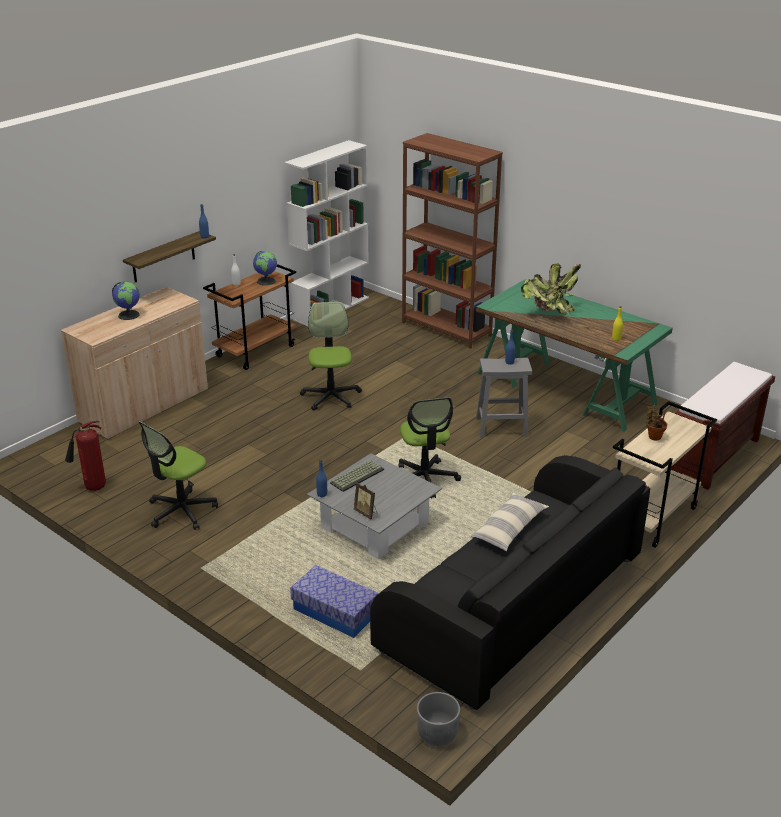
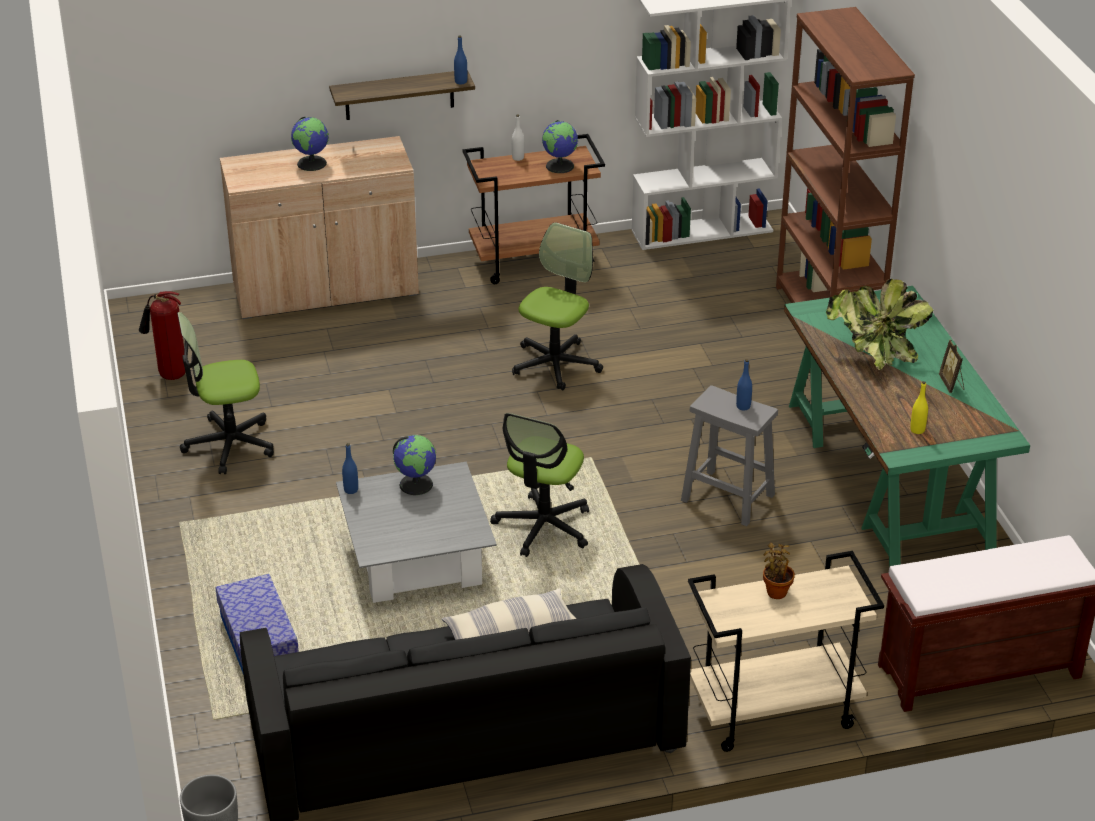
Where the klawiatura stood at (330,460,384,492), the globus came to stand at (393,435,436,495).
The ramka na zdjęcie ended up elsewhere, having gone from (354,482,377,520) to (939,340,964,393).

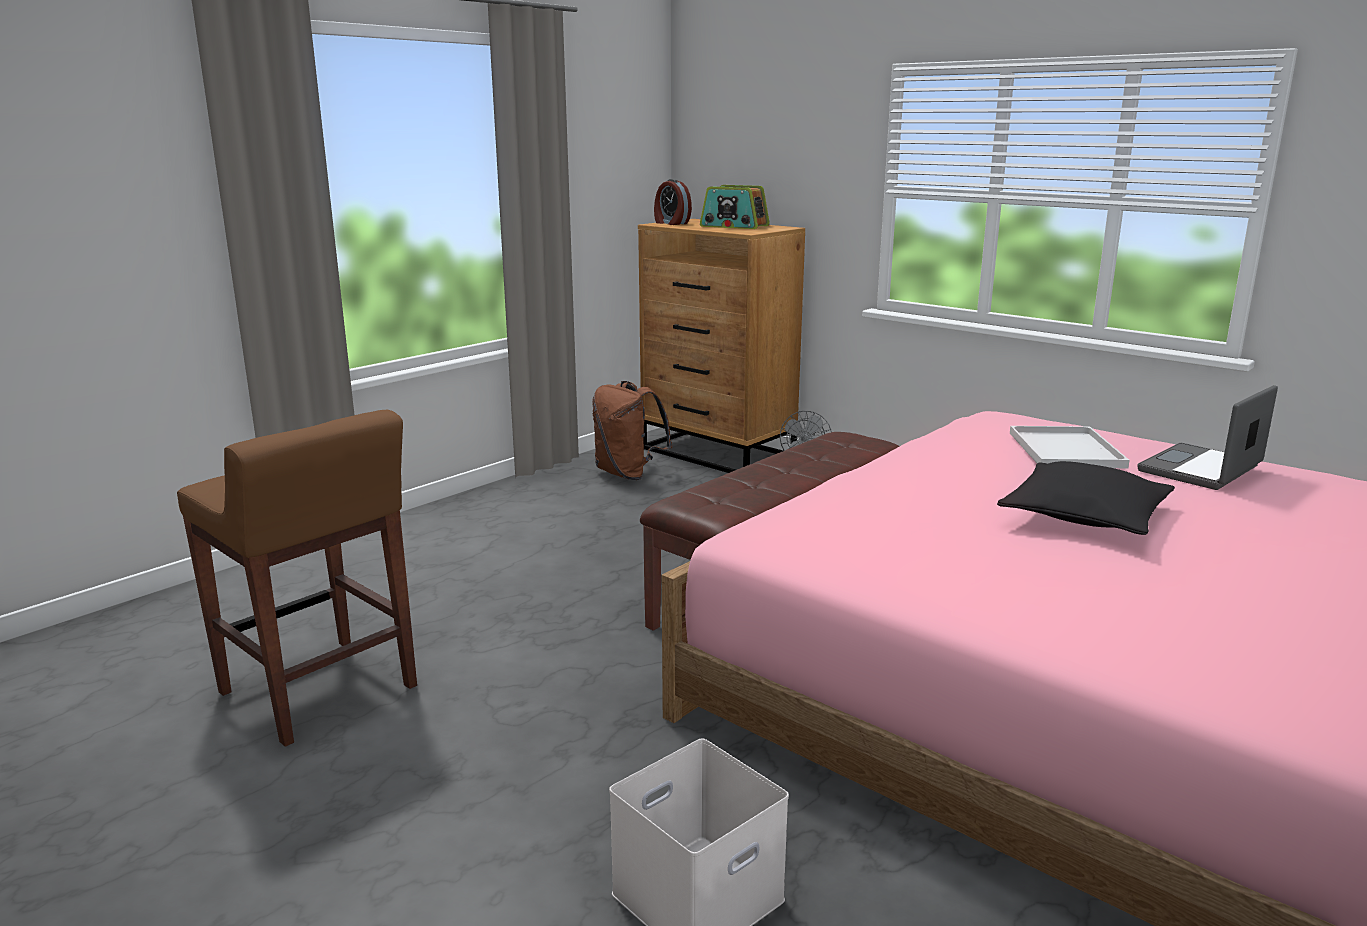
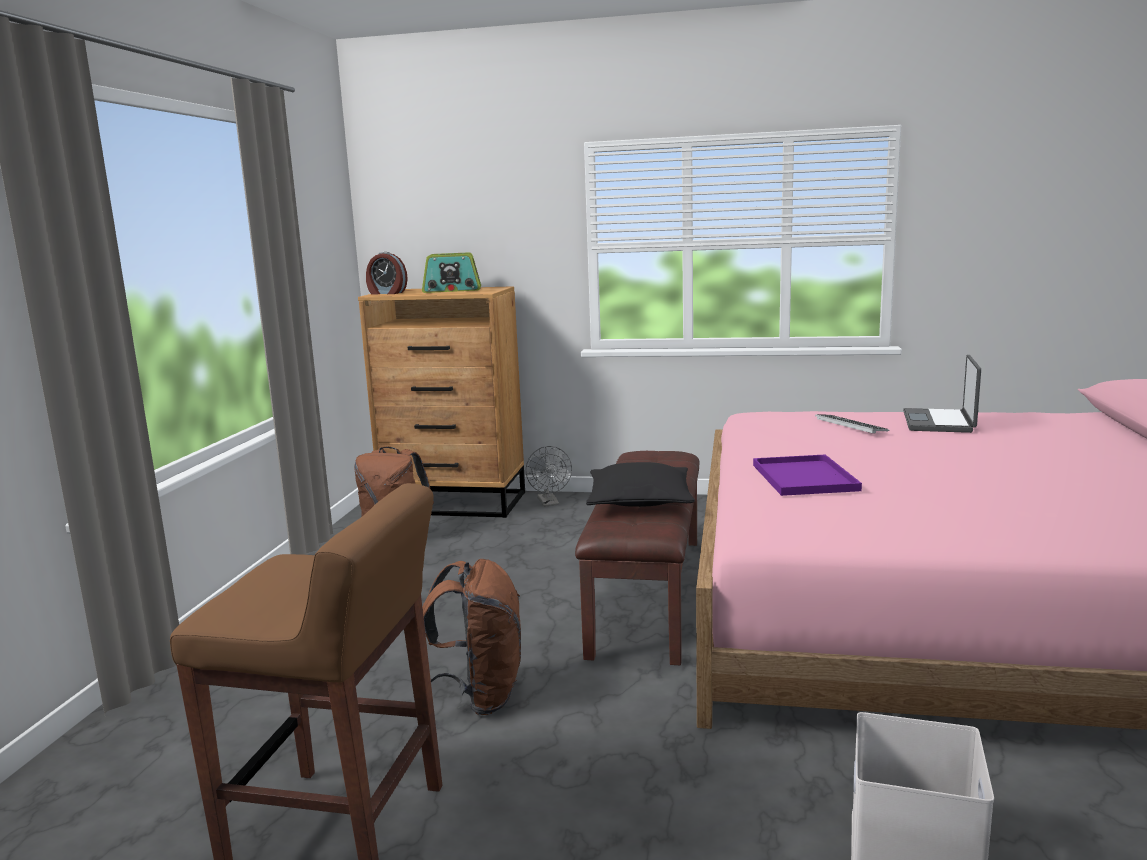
The second view gained the plecak [brązowy] at (422,559,521,715).
The poduszka [czarny] ended up elsewhere, having gone from (997,461,1175,535) to (586,462,695,507).
The second view gained the taca [fioletowy] at (753,455,862,496).
Where the taca [biały] stood at (1010,426,1130,468), the klawiatura came to stand at (815,414,889,433).

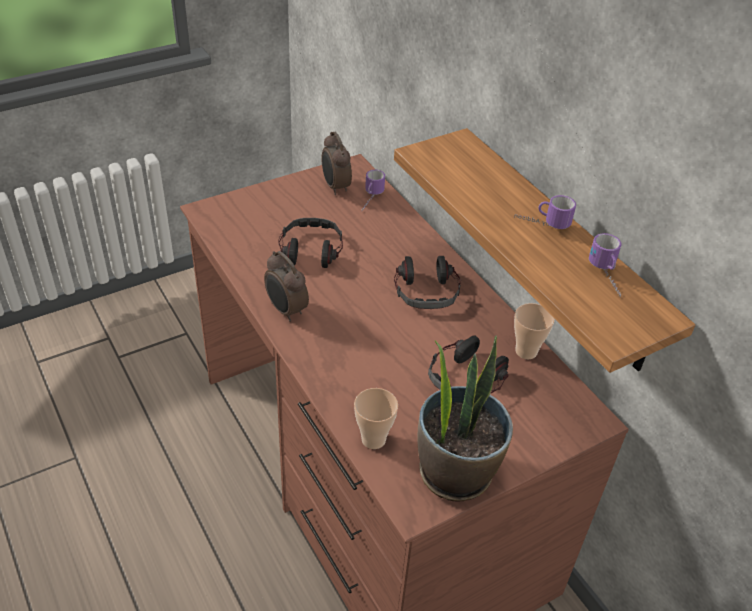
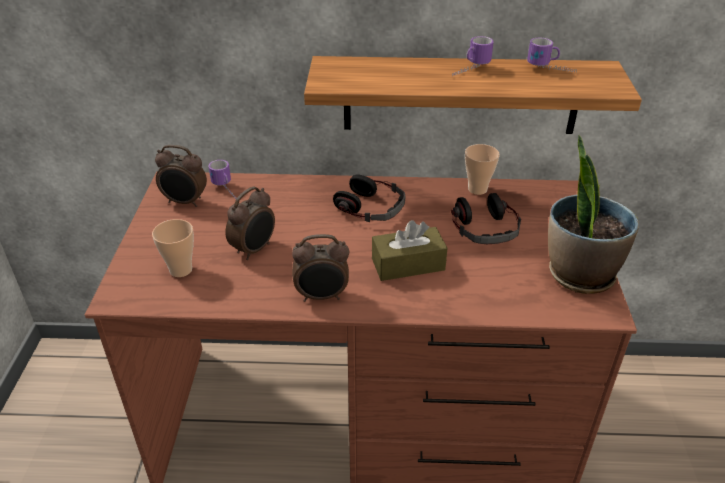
The filiżanka ended up elsewhere, having gone from (354,388,398,449) to (152,219,194,277).
Where the słuchawki stood at (278,218,343,268), the budzik came to stand at (225,186,275,260).
The second view gained the pudełko chusteczek [brązowy] at (372,220,448,281).

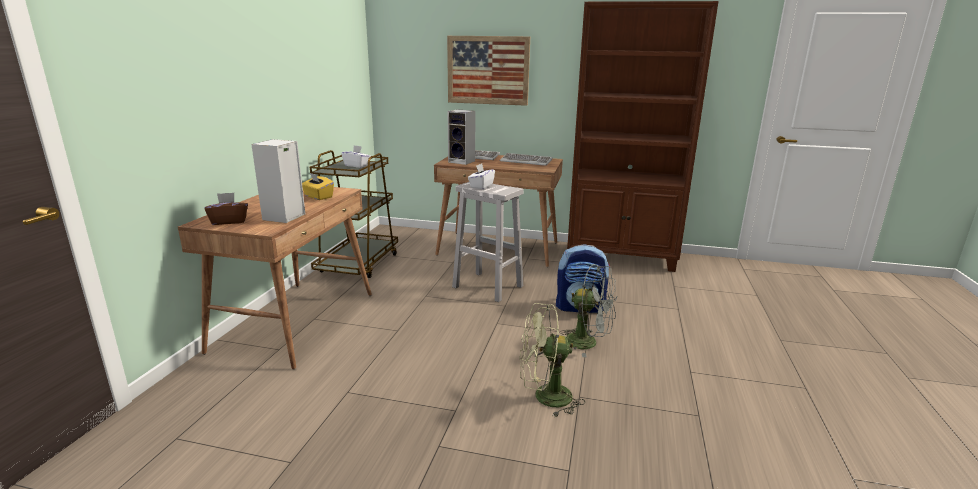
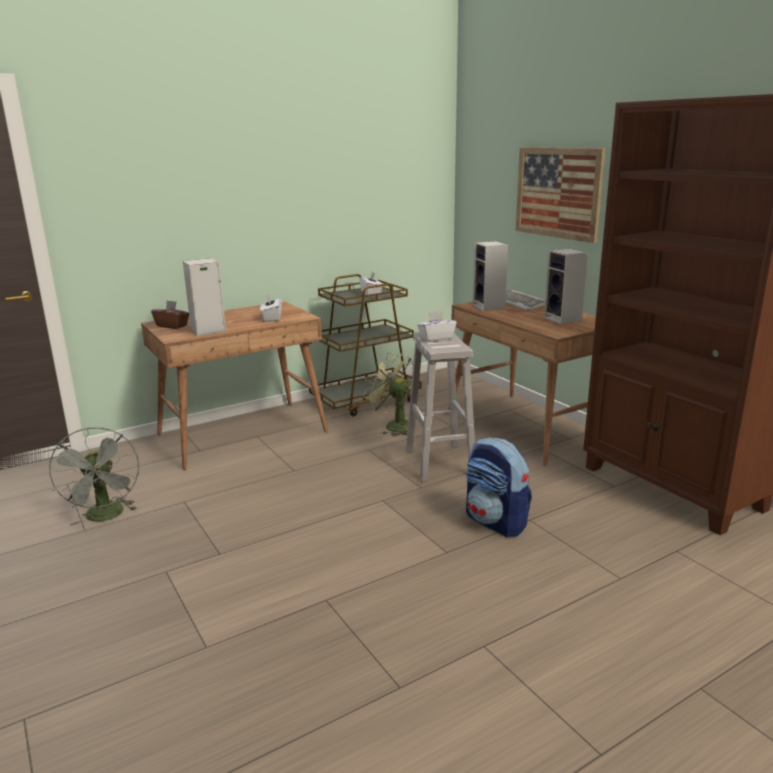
The wentylator [szary] ended up elsewhere, having gone from (559,264,617,357) to (48,427,139,526).
What was the pudełko chusteczek [żółty] at (302,173,334,200) turned into the pudełko chusteczek [biały] at (260,294,282,322).
The wentylator [zielony] ended up elsewhere, having gone from (520,303,585,417) to (363,352,413,437).
Where the klawiatura stood at (500,153,553,166), the głośnik came to stand at (544,249,588,324).

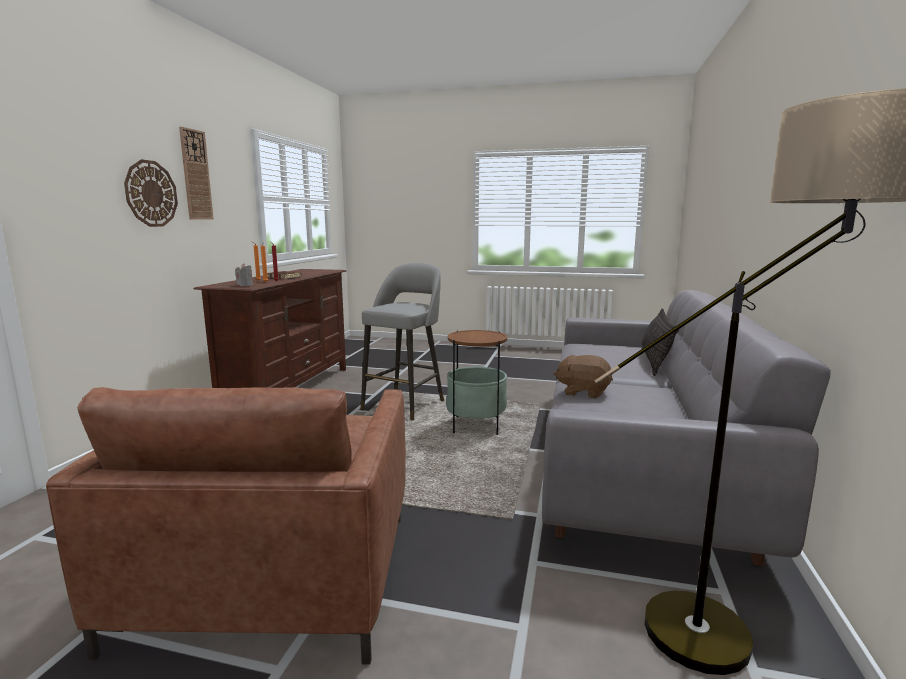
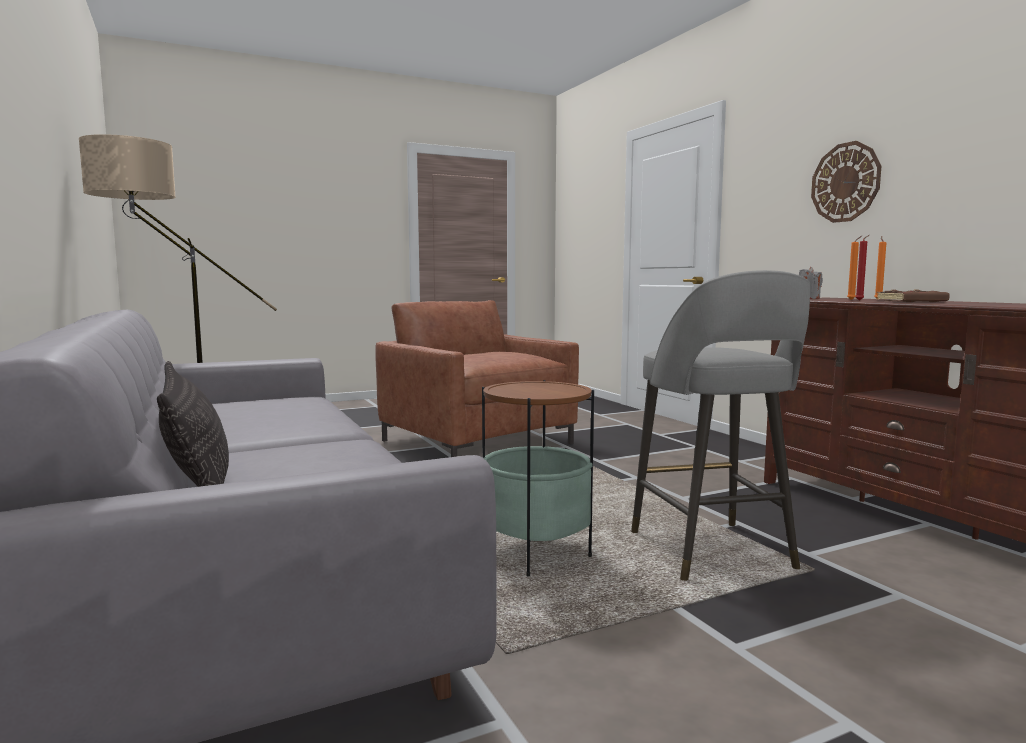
The second view lost the zegar ścienny at (179,127,214,220).
The second view lost the pluszak [brązowy] at (554,355,613,399).

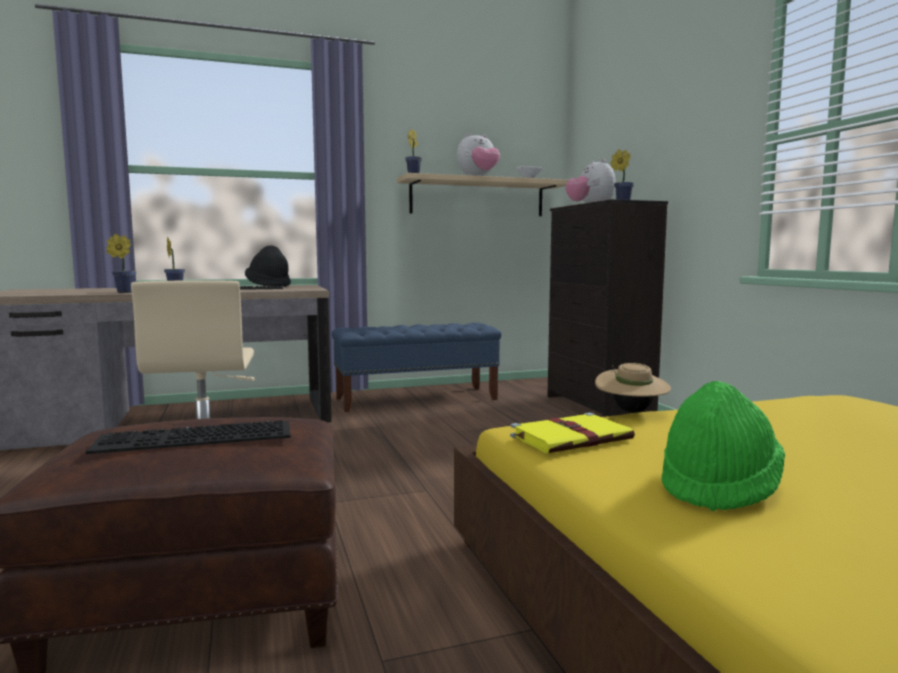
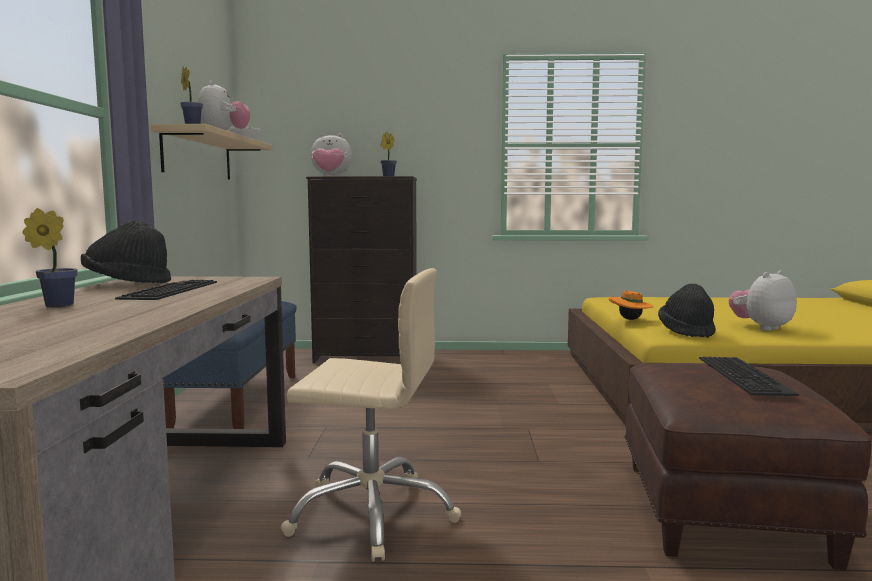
What was the kapelusz [beżowy] at (595,363,671,413) turned into the kapelusz [pomarańczowy] at (609,291,654,320).
Where the książka [żółty] stood at (510,413,635,453), the kapelusz [czarny] came to stand at (658,284,716,338).
Where the kapelusz [zielony] stood at (662,381,785,511), the pluszak came to stand at (729,271,797,331).
The second view lost the roślina doniczkowa at (106,234,136,293).

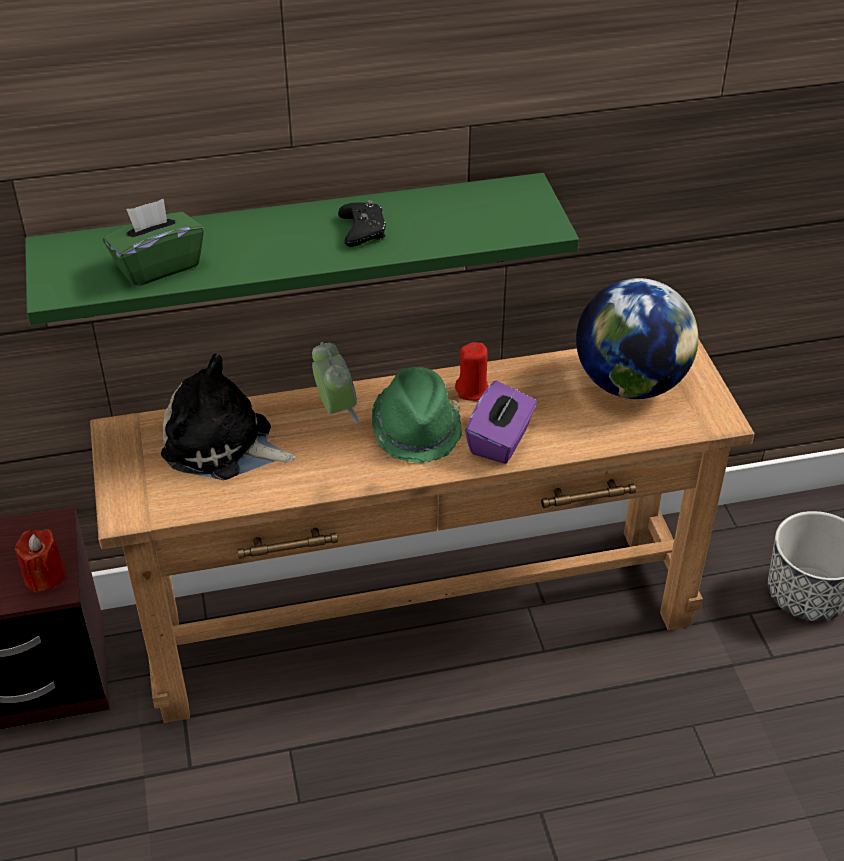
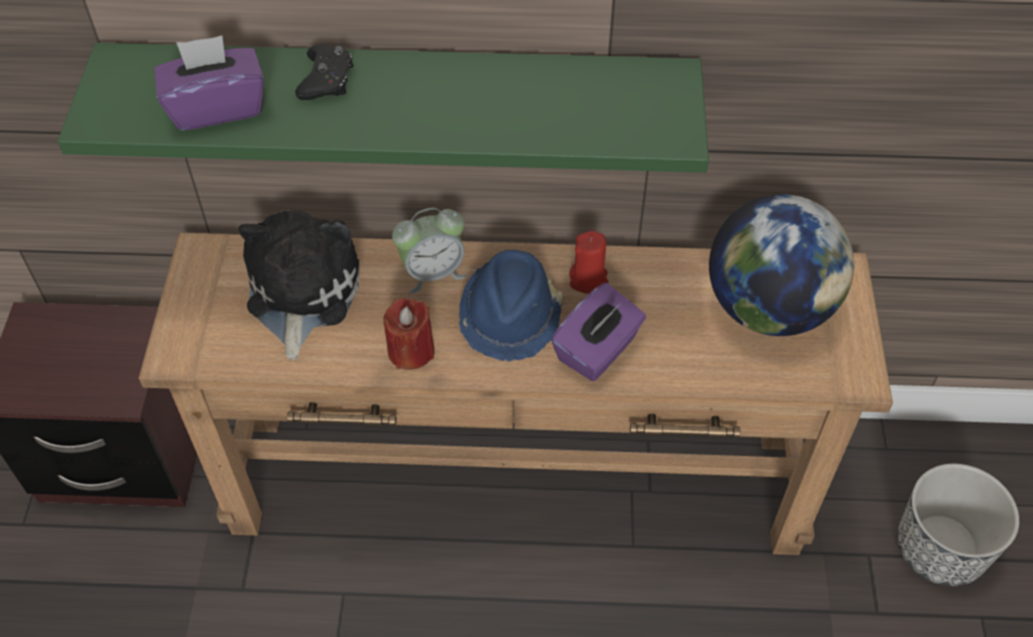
What was the pudełko chusteczek [zielony] at (103,199,204,287) turned into the pudełko chusteczek [fioletowy] at (154,35,264,130).
The pluszak at (161,354,296,480) ended up facing another way, 60 degrees clockwise from before.
The pad do gier [czarny] ended up elsewhere, having gone from (338,200,386,247) to (295,44,353,100).
The świeca [czerwony] ended up elsewhere, having gone from (15,529,66,593) to (383,298,435,370).
The budzik at (312,342,359,423) ended up facing another way, 75 degrees clockwise from before.
What was the kapelusz [zielony] at (372,367,462,463) turned into the kapelusz [niebieski] at (459,250,563,361).

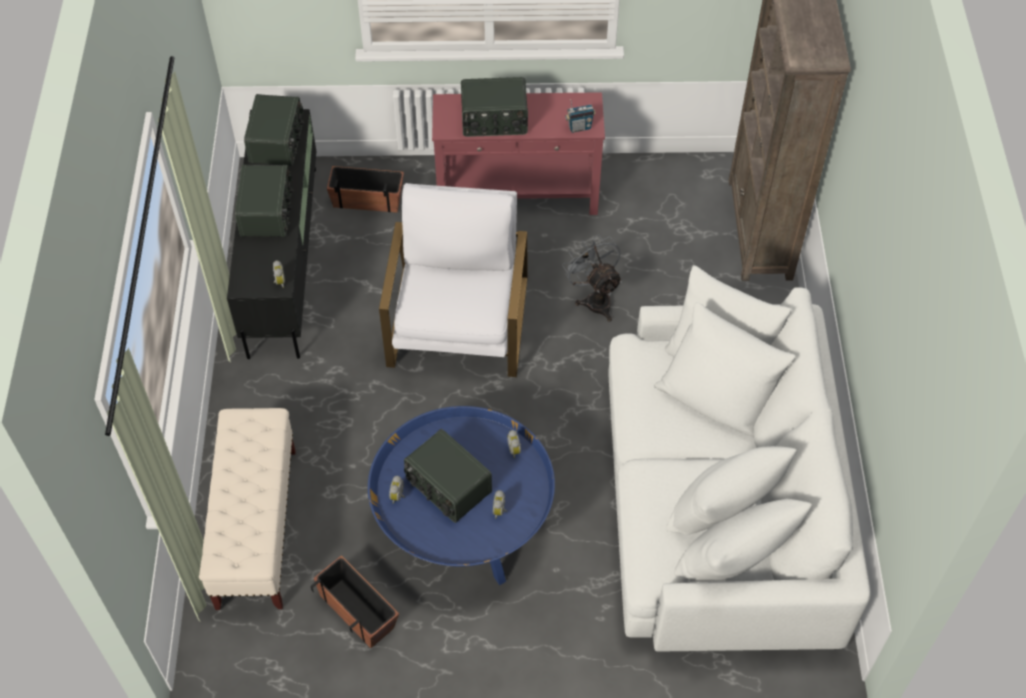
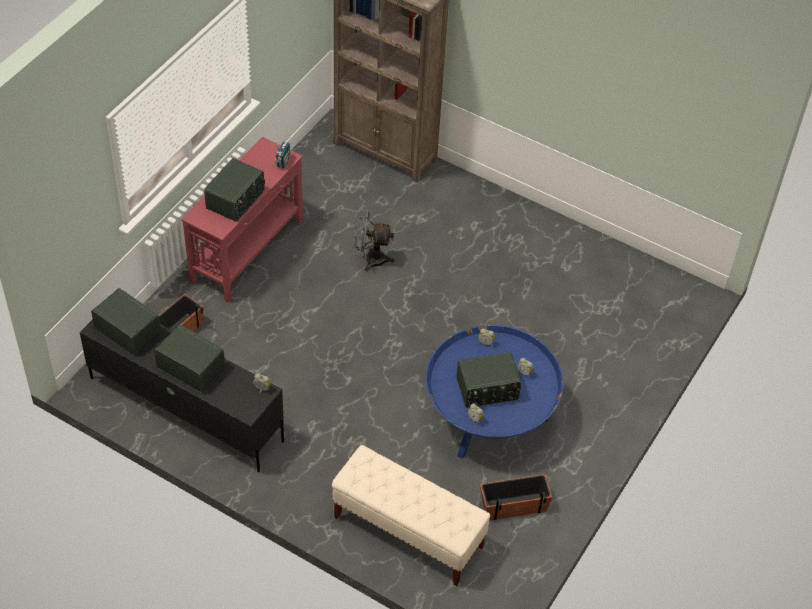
The second view lost the fotel [biały] at (379,183,528,377).
The second view lost the kanapa [biały] at (609,265,871,651).

